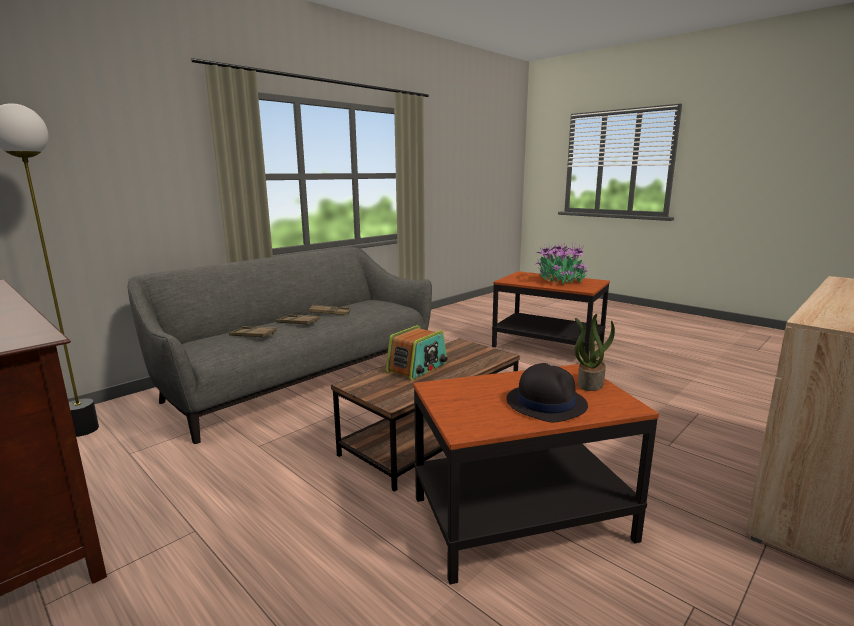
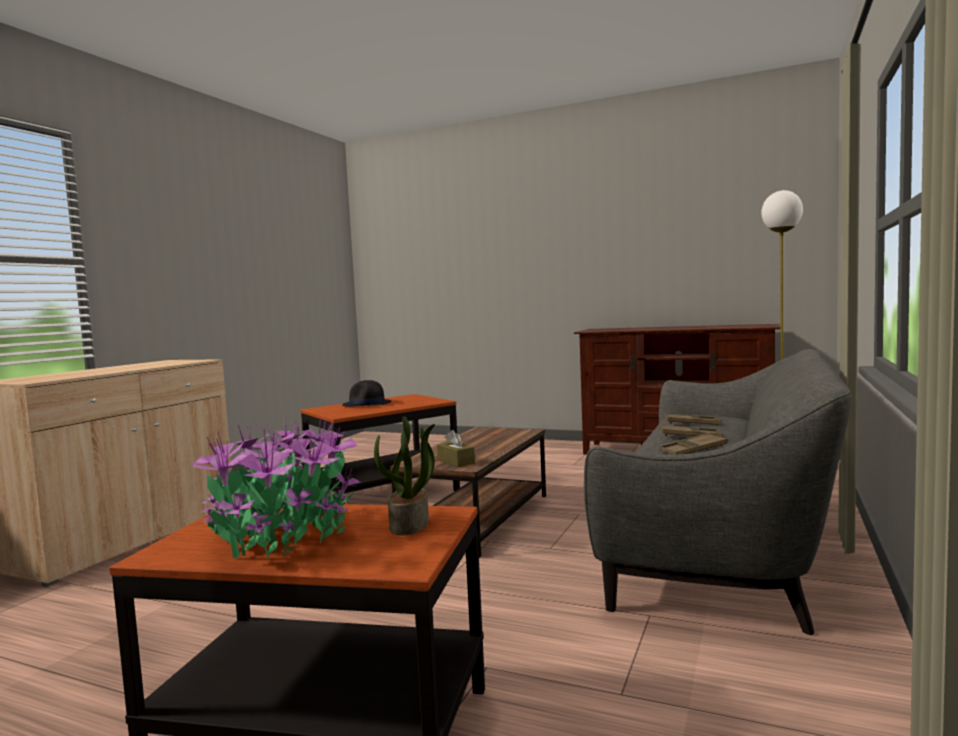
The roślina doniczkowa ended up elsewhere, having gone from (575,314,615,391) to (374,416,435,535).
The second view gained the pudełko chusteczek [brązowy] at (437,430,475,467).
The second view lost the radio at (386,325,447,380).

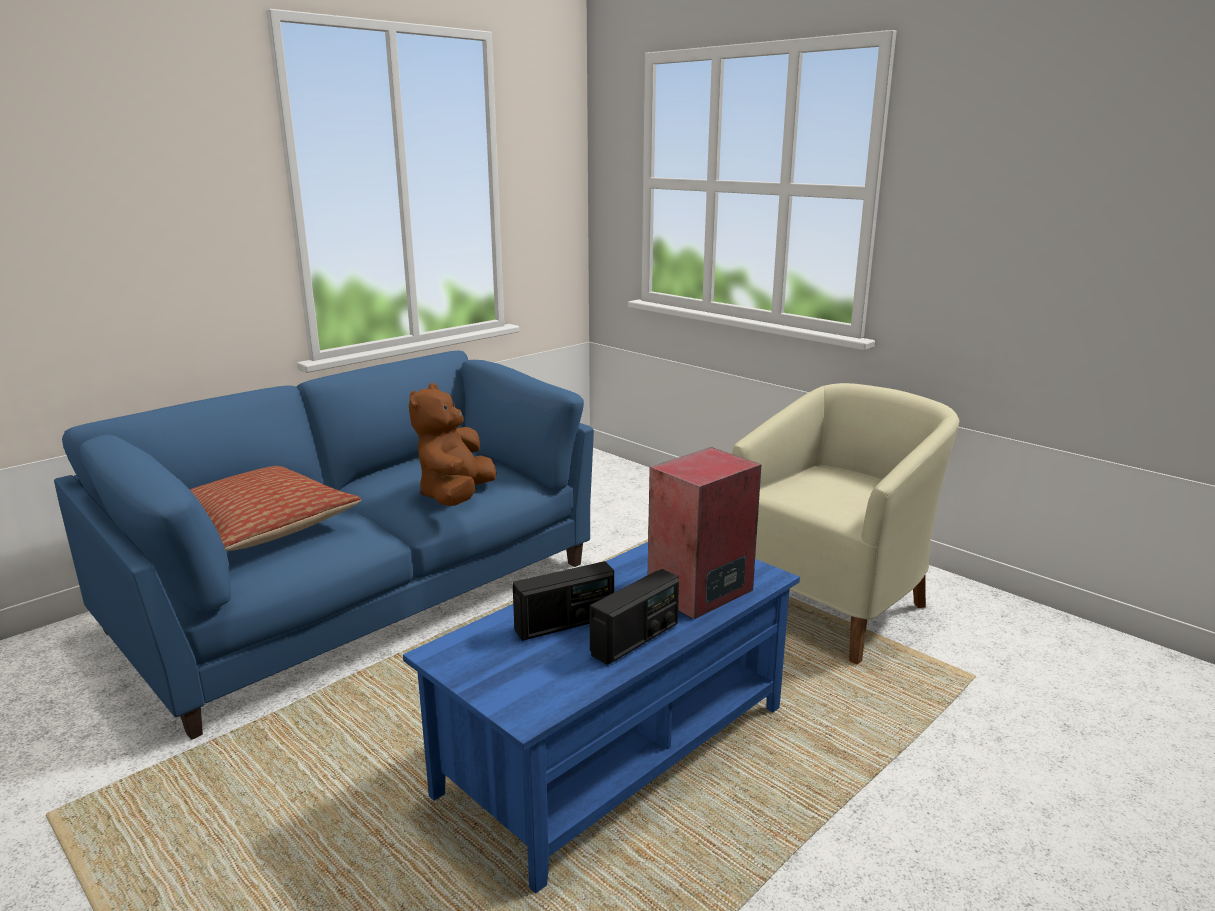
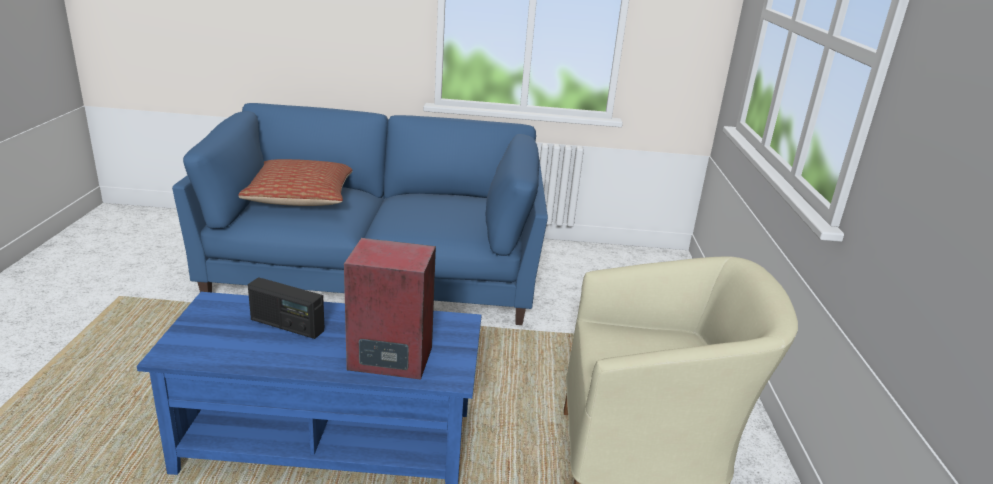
The second view lost the pluszak [brązowy] at (409,383,497,506).
The second view lost the radio at (589,569,679,665).

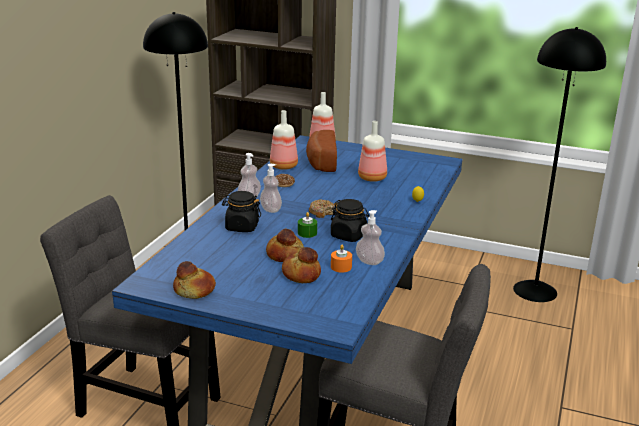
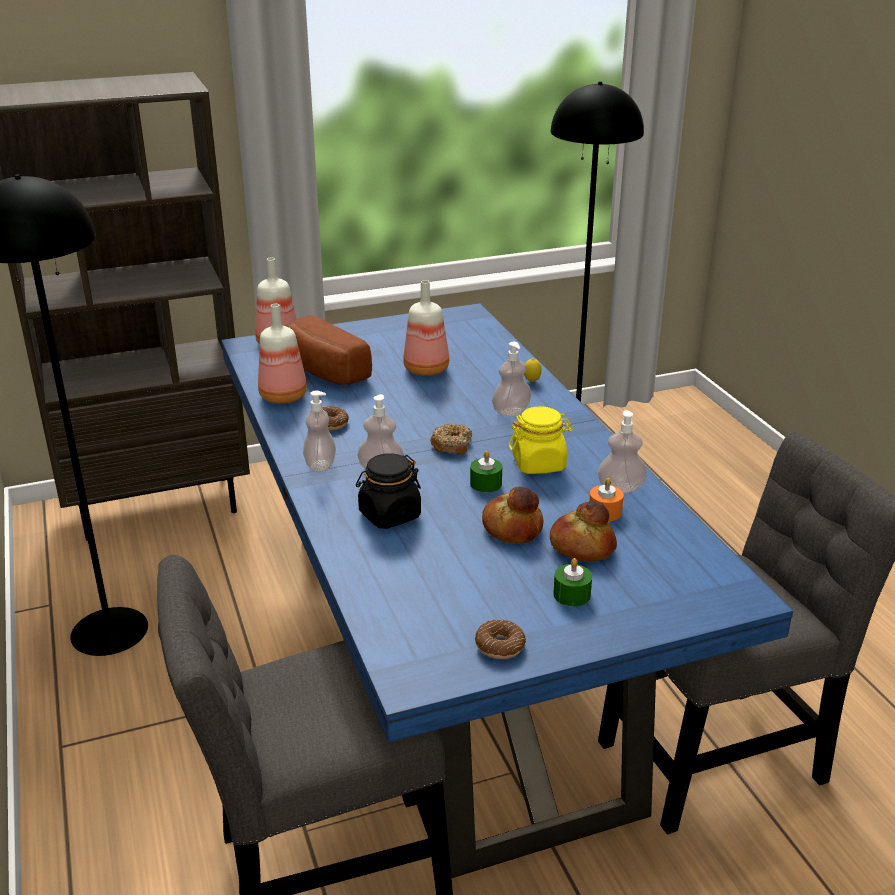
Where the chleb stood at (173,261,216,299), the donut came to stand at (475,619,526,659).
The second view gained the dozownik mydła at (492,342,531,416).
What was the słoik [czarny] at (331,199,369,242) turned into the słoik [żółty] at (509,406,573,474).
The second view gained the świeca [zielony] at (553,558,592,607).

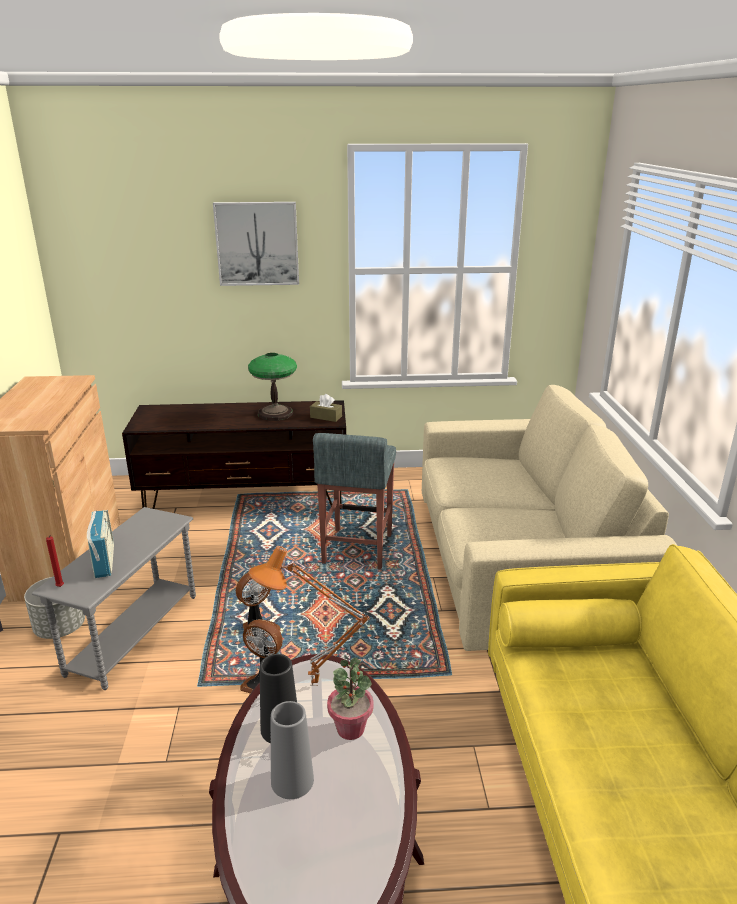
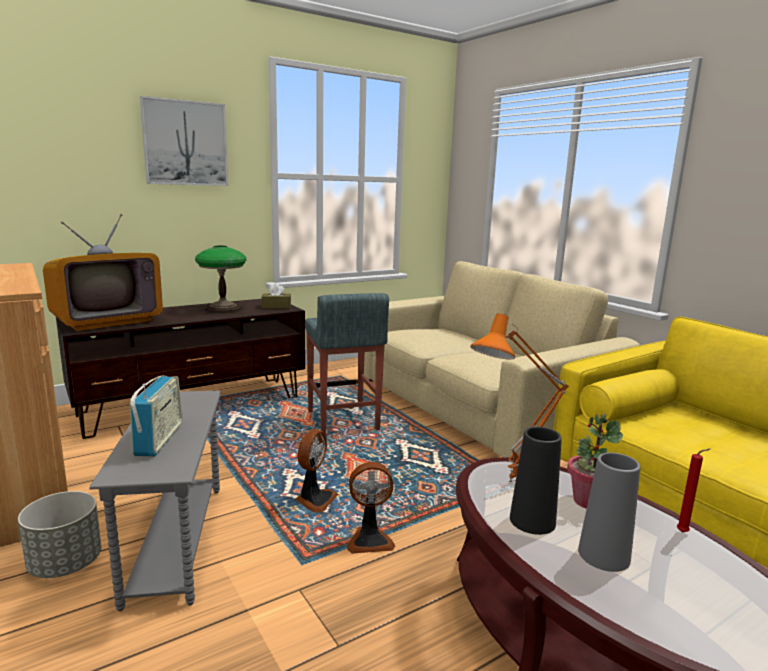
The second view gained the telewizor at (43,214,163,331).
The radio at (87,510,114,578) ended up facing another way, 45 degrees clockwise from before.
The świeca [czerwony] ended up elsewhere, having gone from (46,535,64,587) to (677,449,711,533).

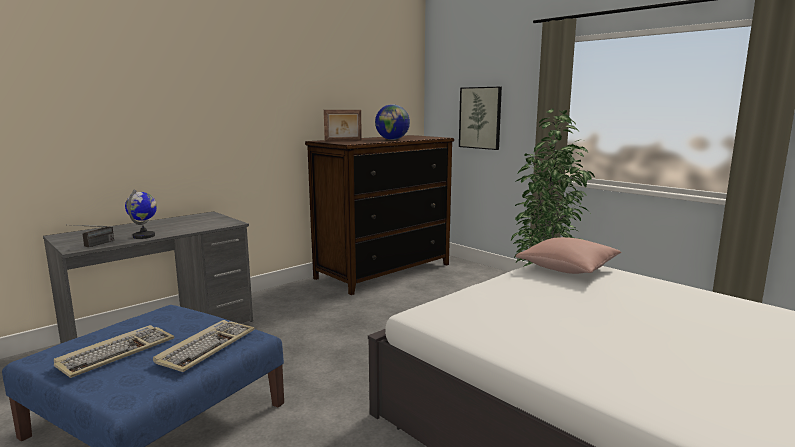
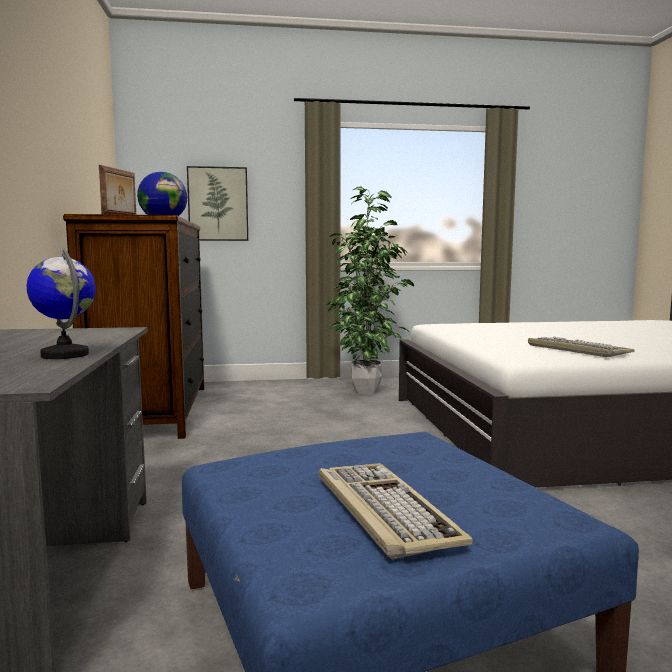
The klawiatura ended up elsewhere, having gone from (153,320,255,372) to (528,337,635,357).
The second view lost the radio at (76,225,114,247).
The second view lost the poduszka [różowy] at (515,237,622,274).

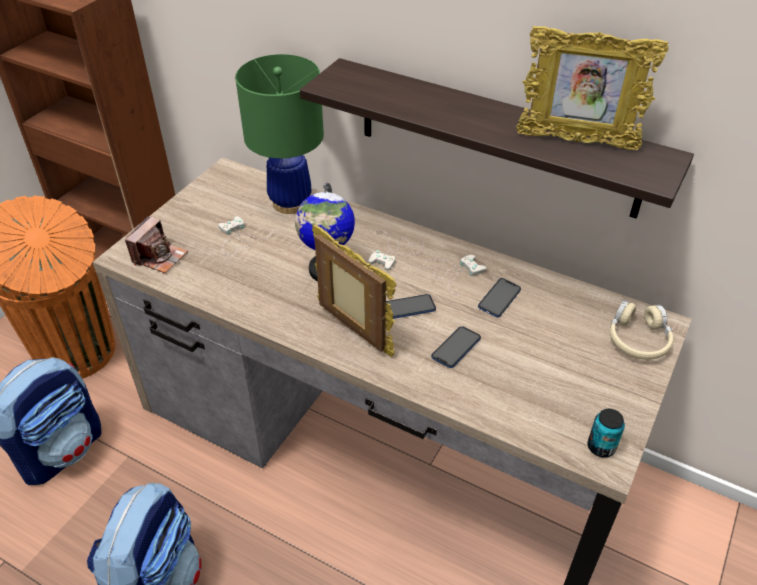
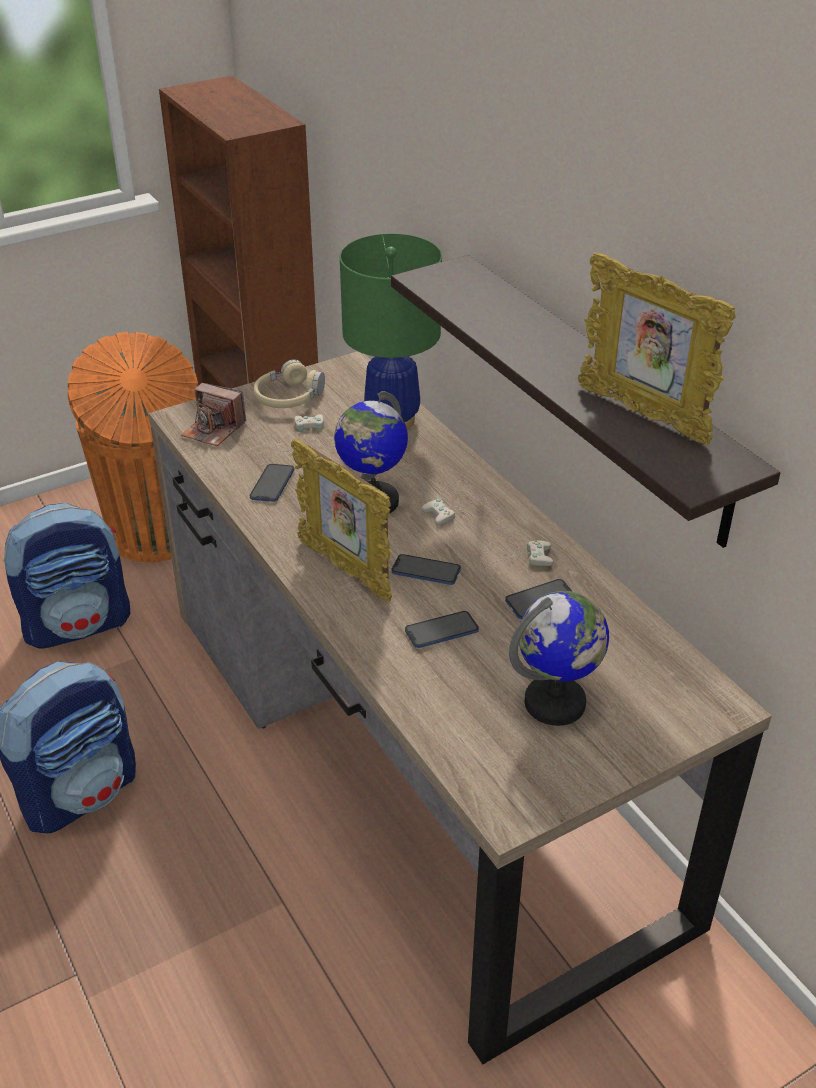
The aparat fotograficzny at (125,216,188,274) ended up facing another way, 60 degrees clockwise from before.
The second view gained the telefon at (249,464,295,502).
The słuchawki [beżowy] ended up elsewhere, having gone from (610,300,674,360) to (253,359,325,408).
The ramka na zdjęcie at (312,224,396,357) ended up facing another way, 150 degrees clockwise from before.
The second view gained the globus at (509,591,609,726).
The second view lost the puszka at (587,409,625,458).

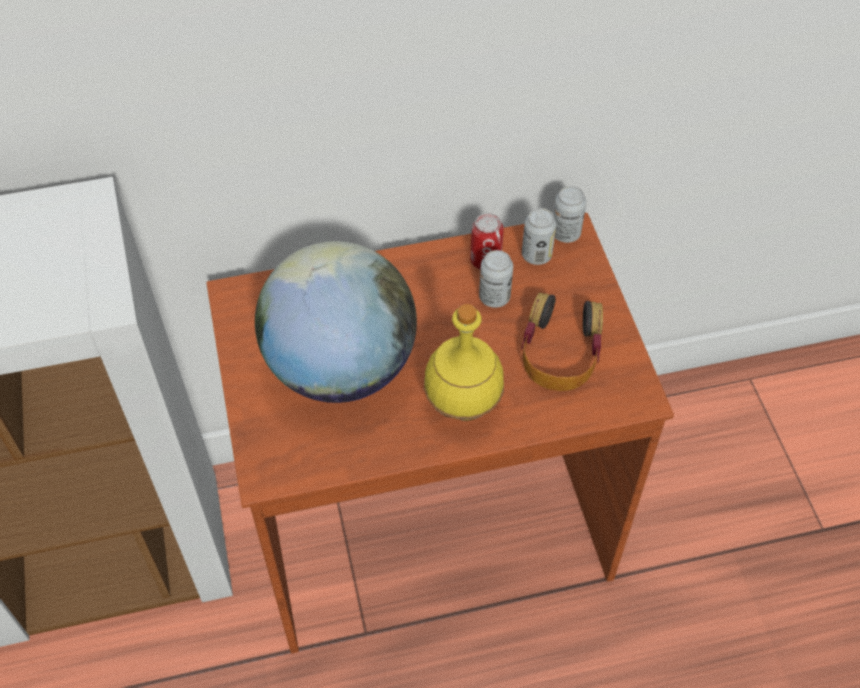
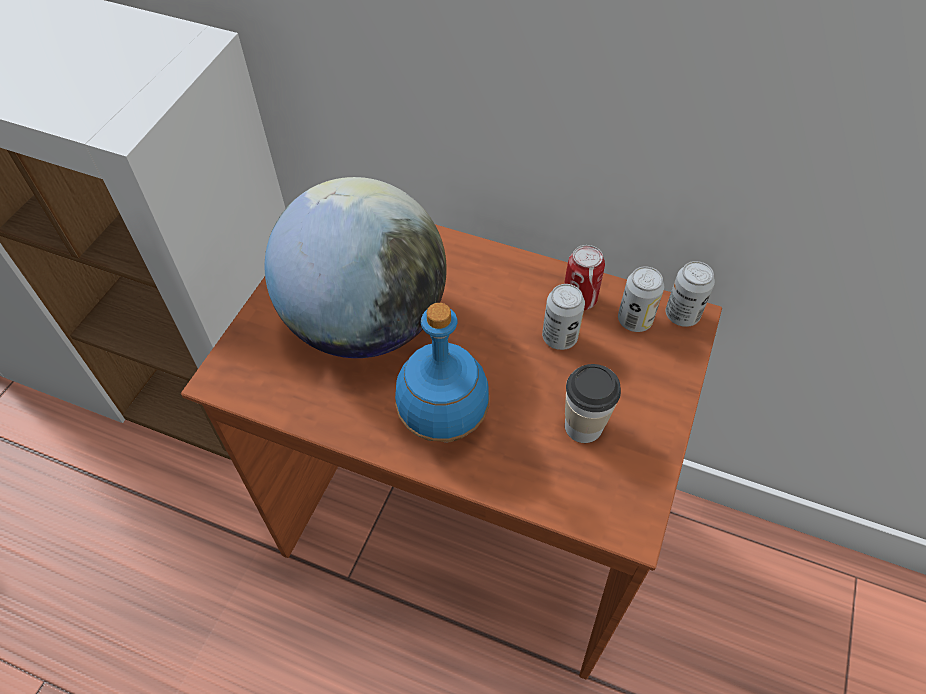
What was the butelka [żółty] at (424,304,504,421) turned into the butelka [niebieski] at (395,303,489,442).
Where the słuchawki stood at (521,293,603,391), the filiżanka came to stand at (565,364,621,443).

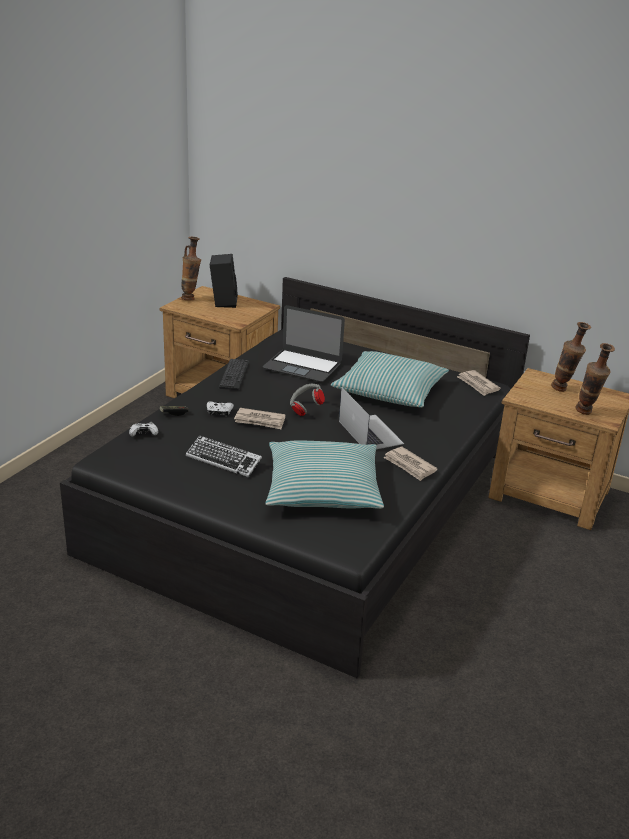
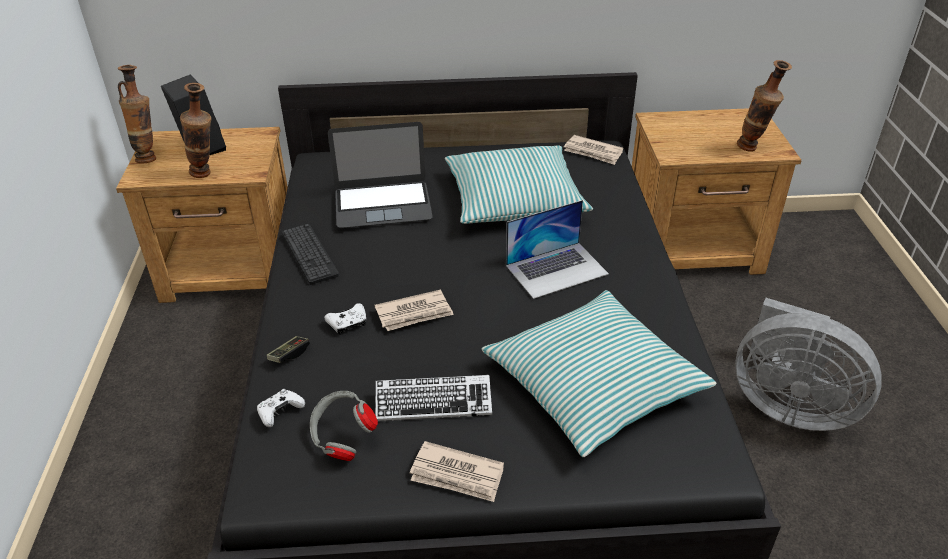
The wazon ended up elsewhere, having gone from (551,322,591,392) to (180,83,212,178).
The słuchawki [szary] ended up elsewhere, having gone from (290,384,325,416) to (310,391,378,461).
The gazeta ended up elsewhere, having gone from (384,447,437,481) to (410,441,504,502).
The laptop at (339,387,404,449) ended up facing another way, 120 degrees clockwise from before.
The second view gained the wentylator [szary] at (735,298,882,431).

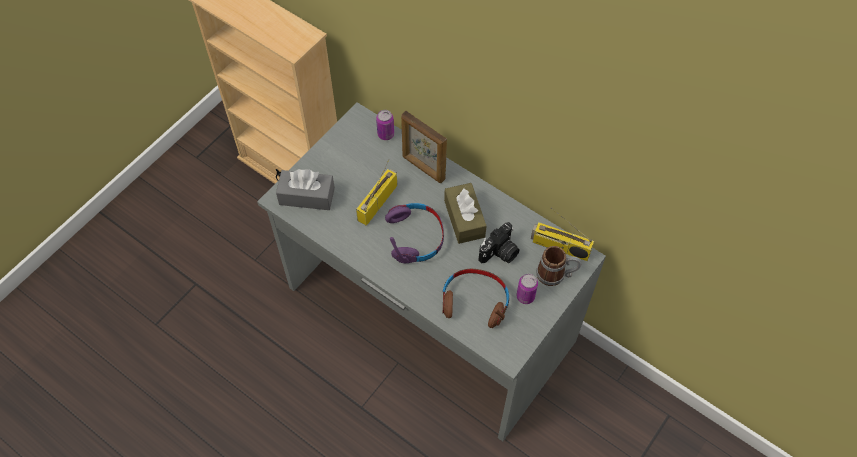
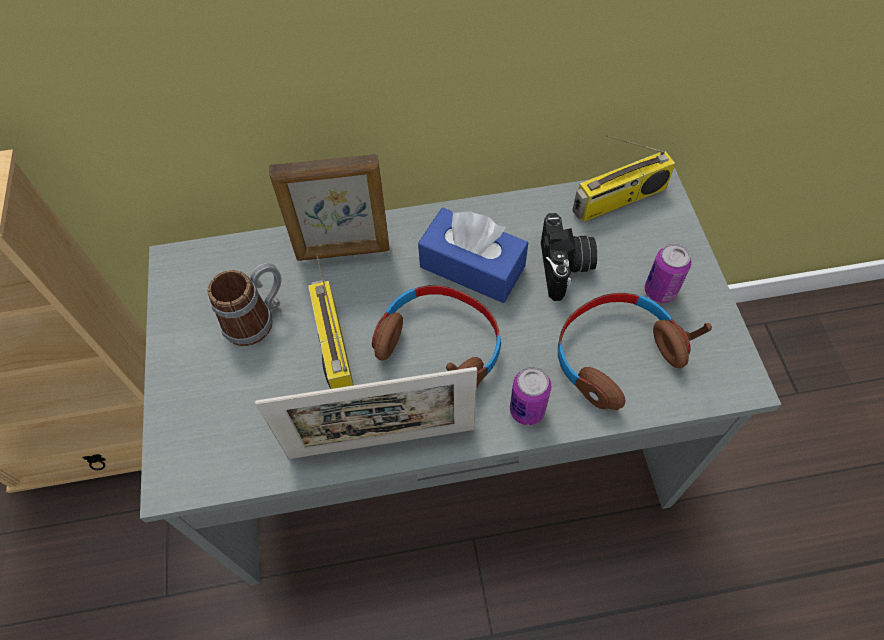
The kubek ended up elsewhere, having gone from (536,246,581,286) to (207,263,282,346).
The second view gained the ramka na zdjęcie at (255,367,477,459).
What was the słuchawki [fioletowy] at (385,203,444,263) turned into the słuchawki [brązowy] at (372,285,501,389).
What was the pudełko chusteczek [brązowy] at (444,183,486,244) turned into the pudełko chusteczek [niebieski] at (418,208,528,303).
The puszka ended up elsewhere, having gone from (376,110,394,140) to (510,367,551,425).
The second view lost the pudełko chusteczek [szary] at (276,169,335,210).

